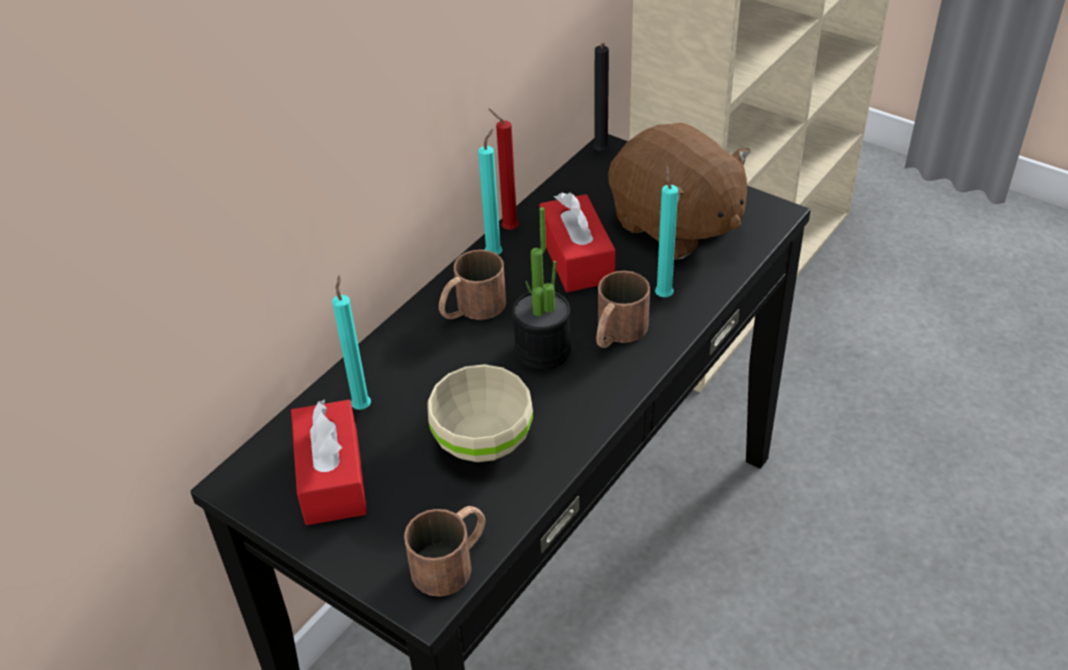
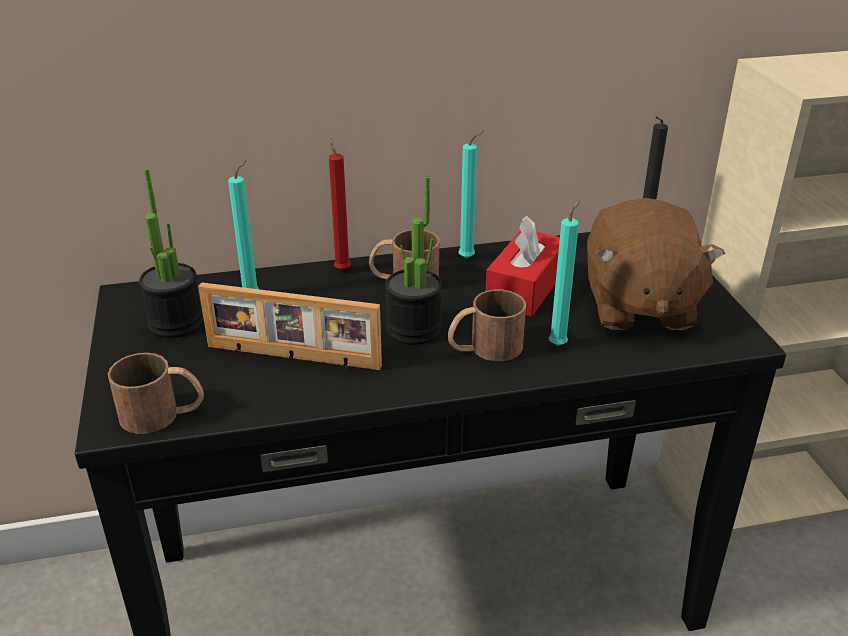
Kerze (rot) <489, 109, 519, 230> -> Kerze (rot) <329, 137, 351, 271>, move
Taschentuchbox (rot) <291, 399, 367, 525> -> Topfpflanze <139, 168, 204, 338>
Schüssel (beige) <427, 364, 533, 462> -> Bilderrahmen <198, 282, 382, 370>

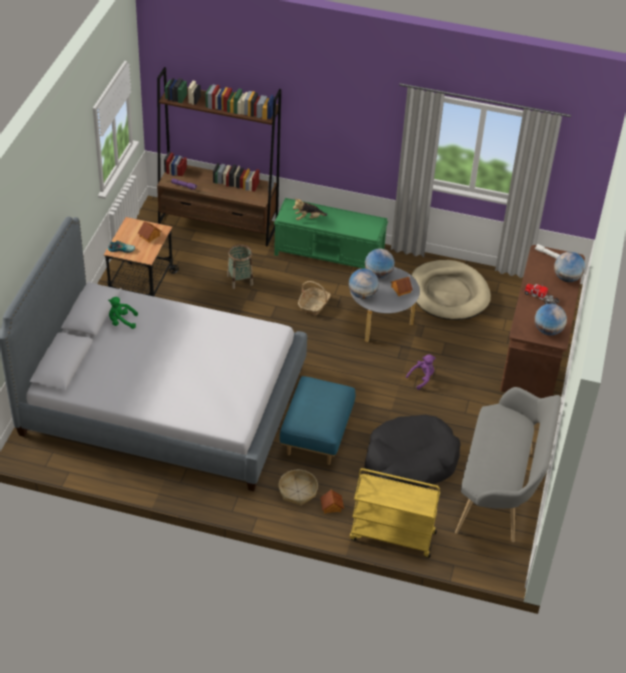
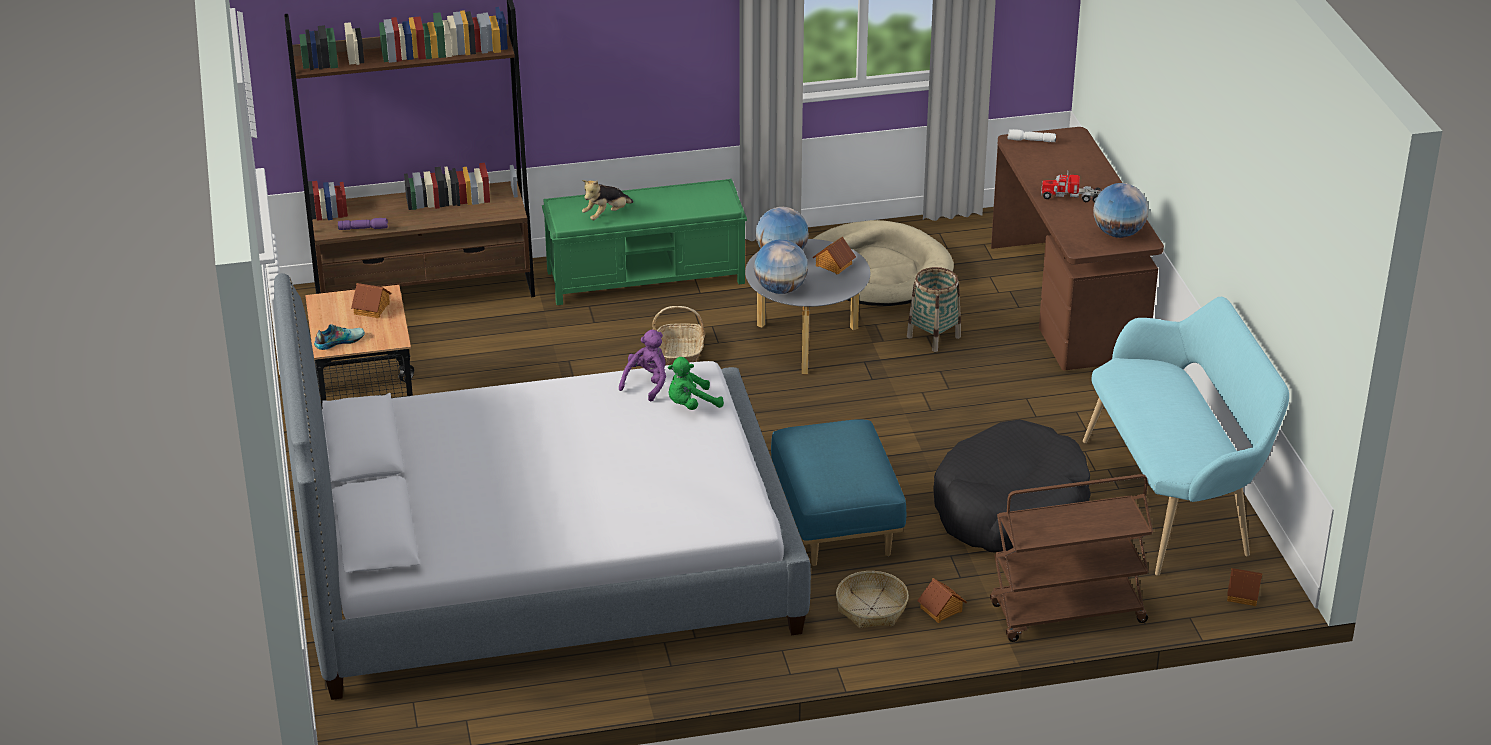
Globus <554, 252, 585, 282> -> none
none -> Spielzeughaus <1227, 568, 1263, 606>
Plüschtier (grün) <108, 297, 138, 329> -> Plüschtier (grün) <668, 357, 724, 410>, move
Korb <227, 244, 253, 289> -> Korb <907, 267, 961, 352>, move
Plüschtier (lila) <406, 354, 436, 390> -> Plüschtier (lila) <619, 330, 666, 401>, move
Rollwagen (gelb) <350, 468, 440, 558> -> Rollwagen (braun) <990, 474, 1153, 642>
Bank (grau) <455, 387, 561, 542> -> Bank (türkis) <1083, 297, 1289, 576>

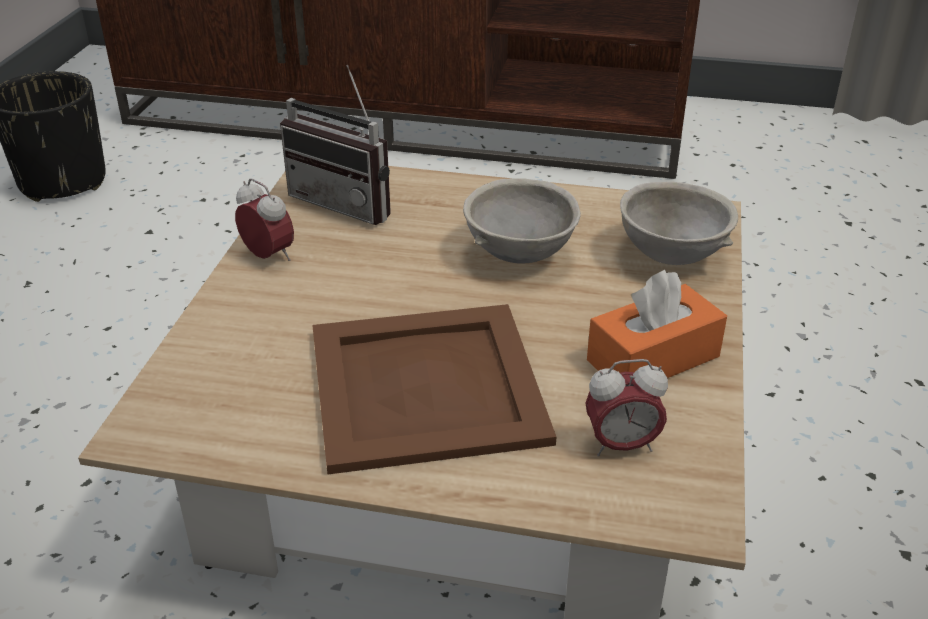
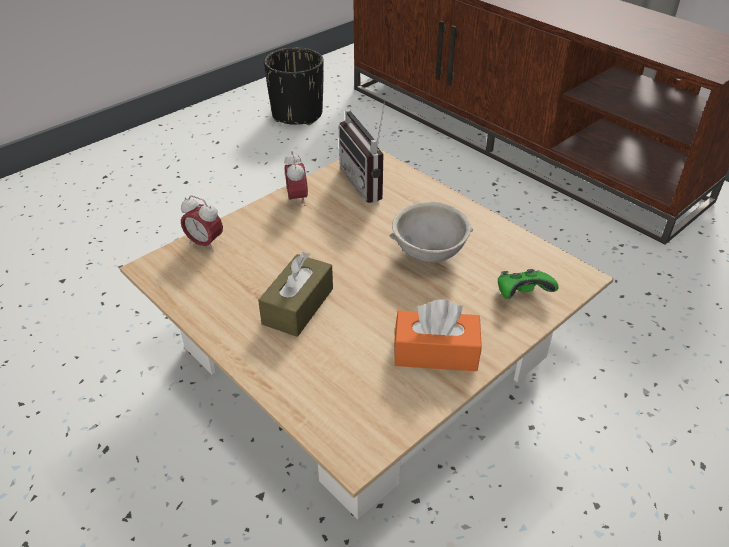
Wecker <585, 359, 668, 457> -> Wecker <181, 196, 223, 252>, move
Tablett (braun) <312, 304, 556, 475> -> Taschentuchbox (braun) <258, 252, 333, 337>
Schüssel (grau) <620, 181, 738, 265> -> Gamepad (grün) <498, 269, 559, 299>

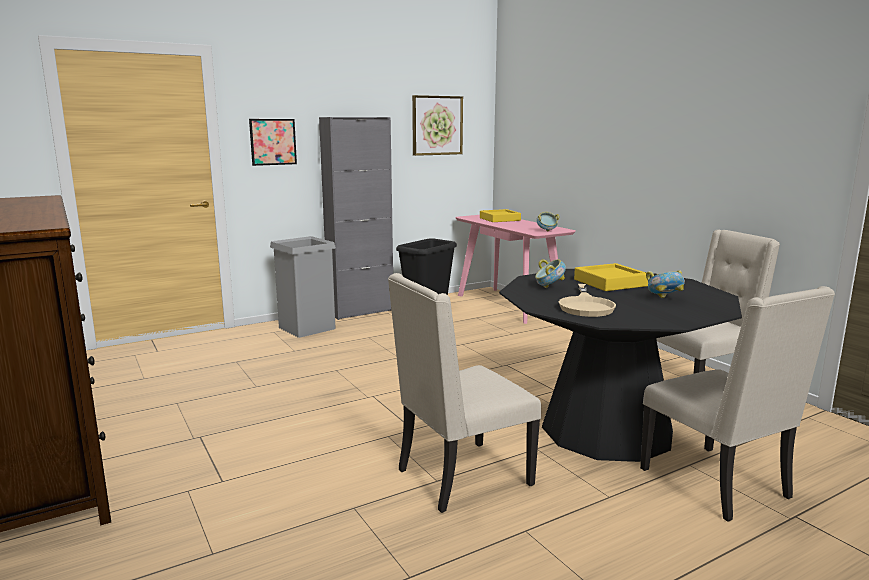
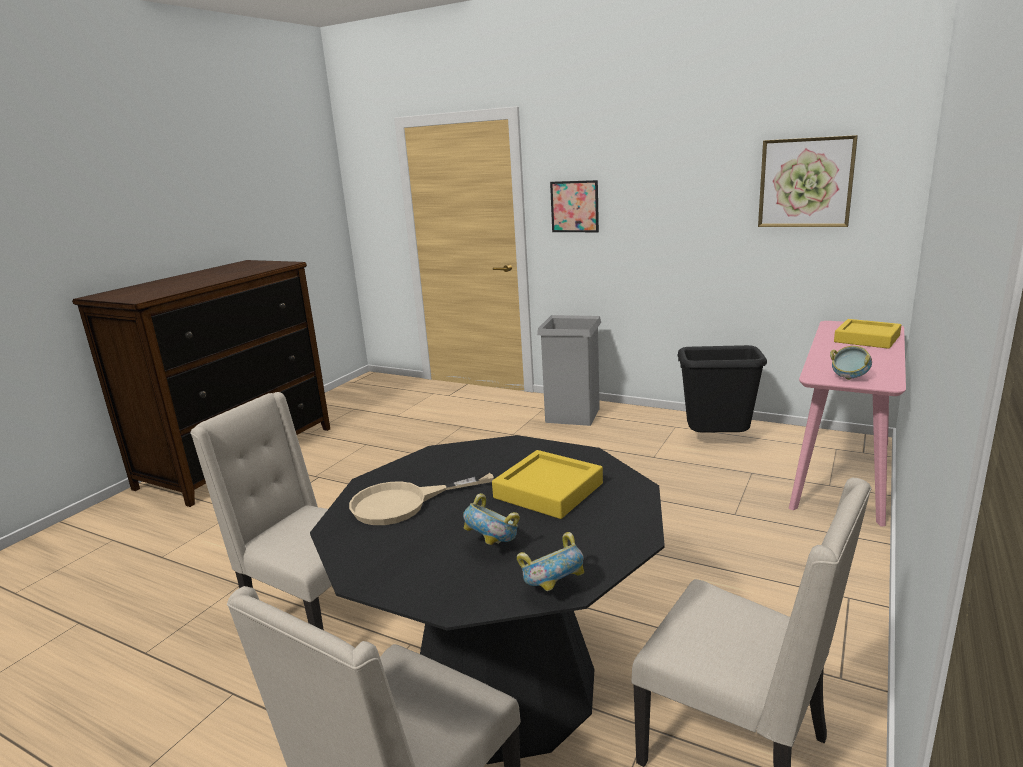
Schrank (grau) <319, 117, 393, 320> -> none
Schüssel <535, 259, 566, 288> -> Schüssel <517, 532, 584, 591>, move

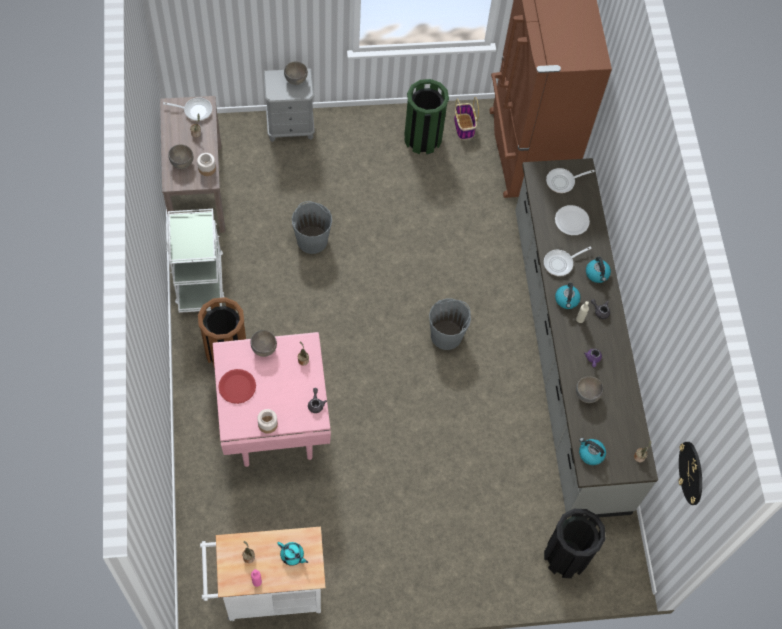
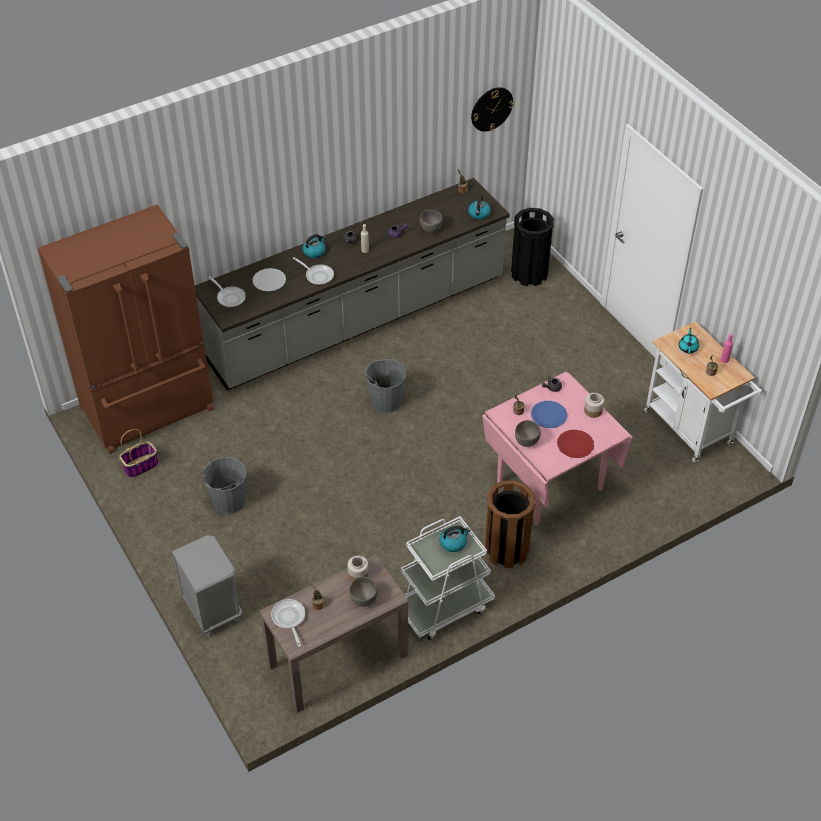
Schüssel (grau) <284, 62, 308, 85> -> none
Mülleimer (grün) <404, 79, 449, 154> -> none
none -> Teller (blau) <531, 401, 567, 428>
Eimer (grau) <292, 201, 332, 254> -> Eimer (grau) <203, 457, 247, 514>, move
Wasserkessel <555, 283, 581, 309> -> Wasserkessel <440, 526, 471, 552>, move

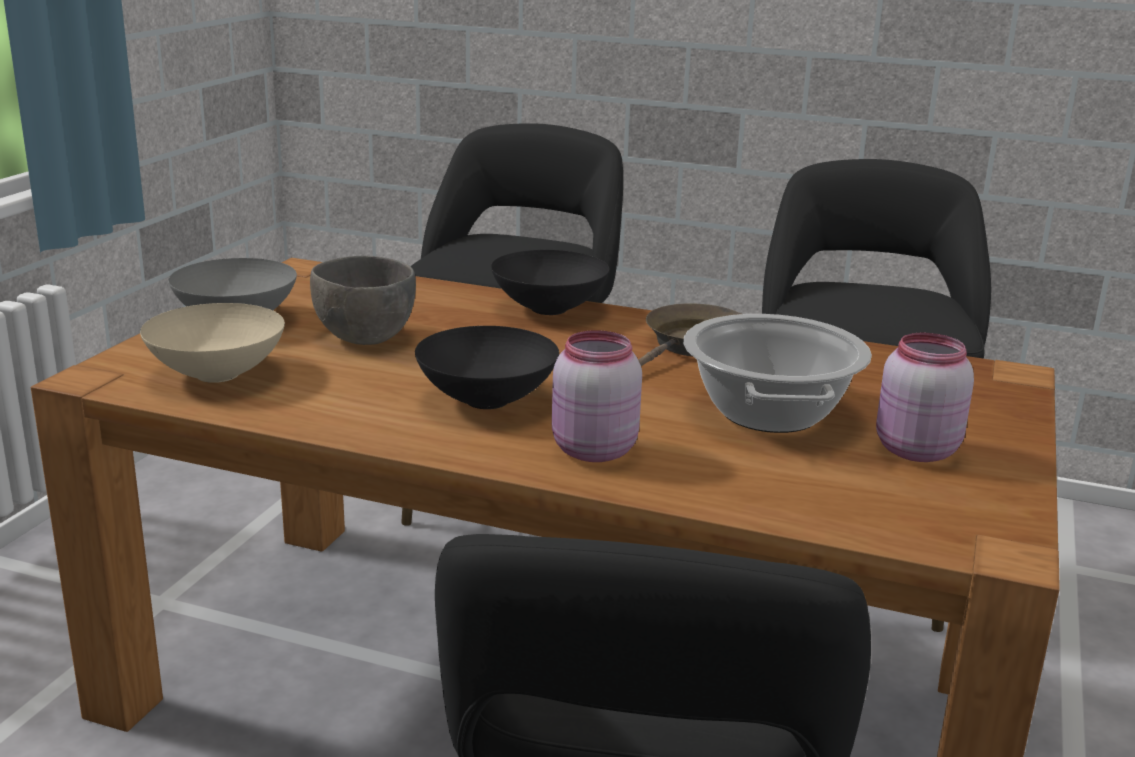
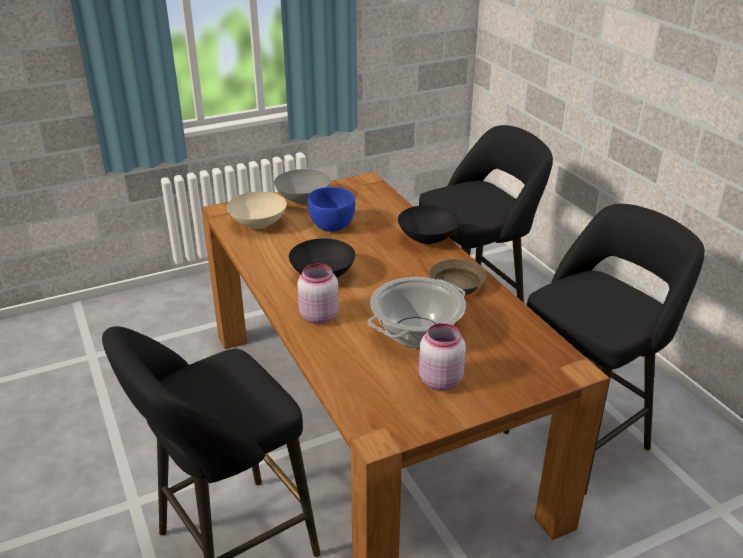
Schüssel (grau) <310, 256, 416, 345> -> Schüssel (blau) <308, 187, 355, 232>

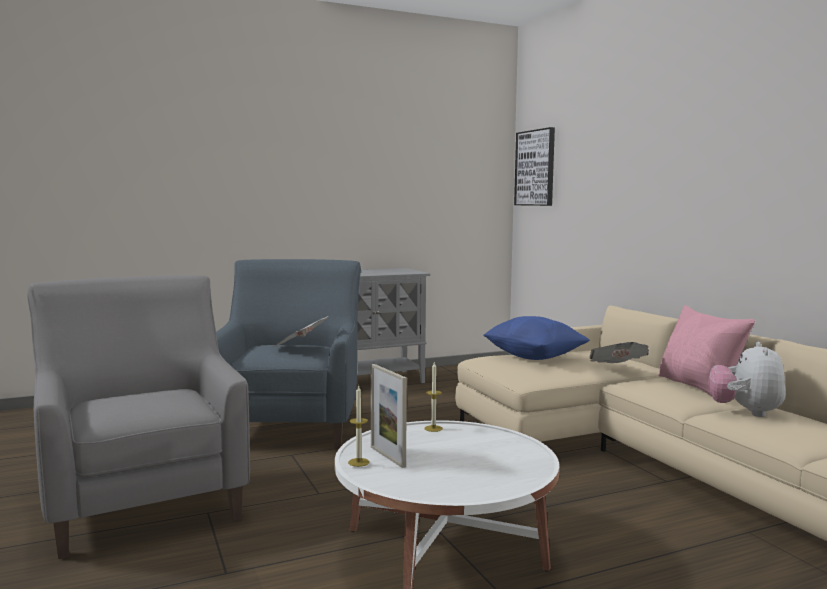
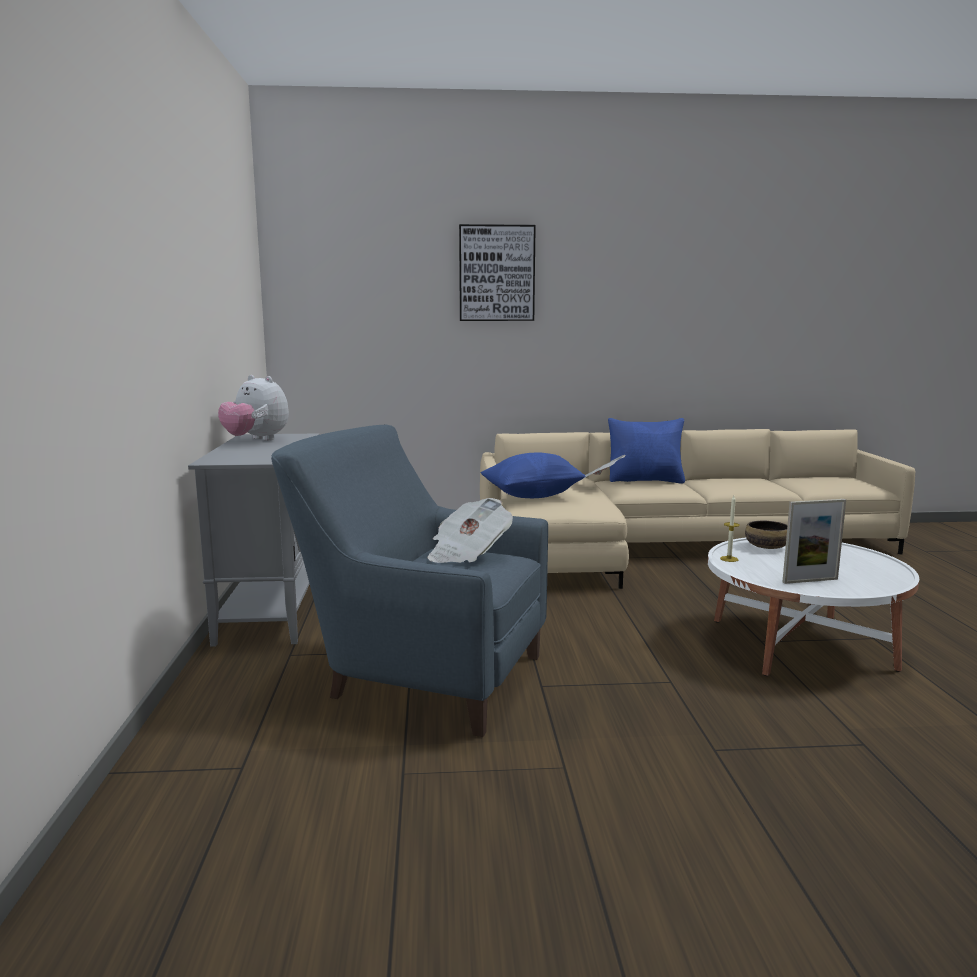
Sessel (grau) <27, 275, 250, 559> -> none
Kerze <348, 385, 369, 467> -> none
none -> Schüssel <745, 521, 787, 549>
Bild <514, 127, 555, 206> -> Bild <459, 224, 536, 321>, move
Plüschtier <708, 342, 786, 417> -> Plüschtier <218, 375, 289, 441>, move
Kissen (rosa) <659, 305, 755, 396> -> Kissen (blau) <608, 418, 685, 484>

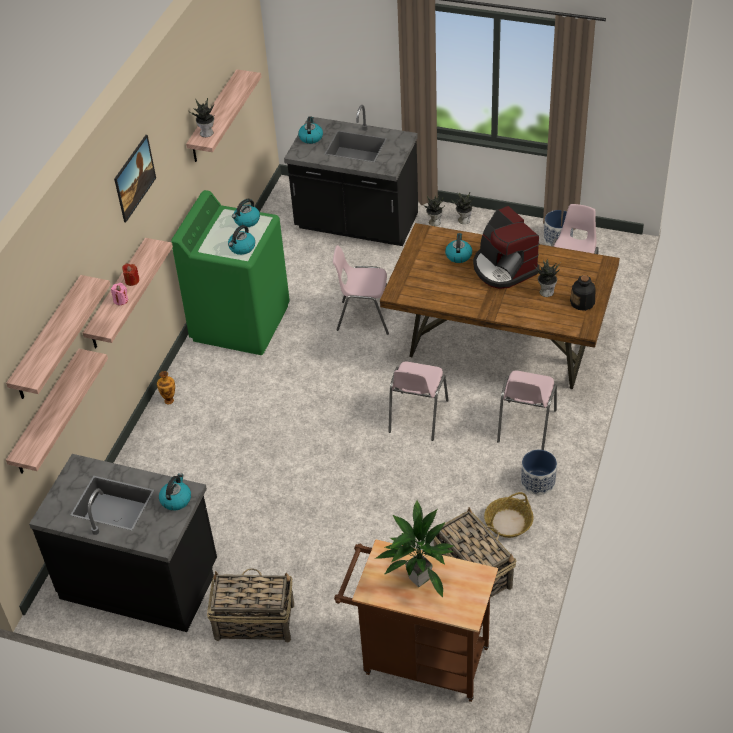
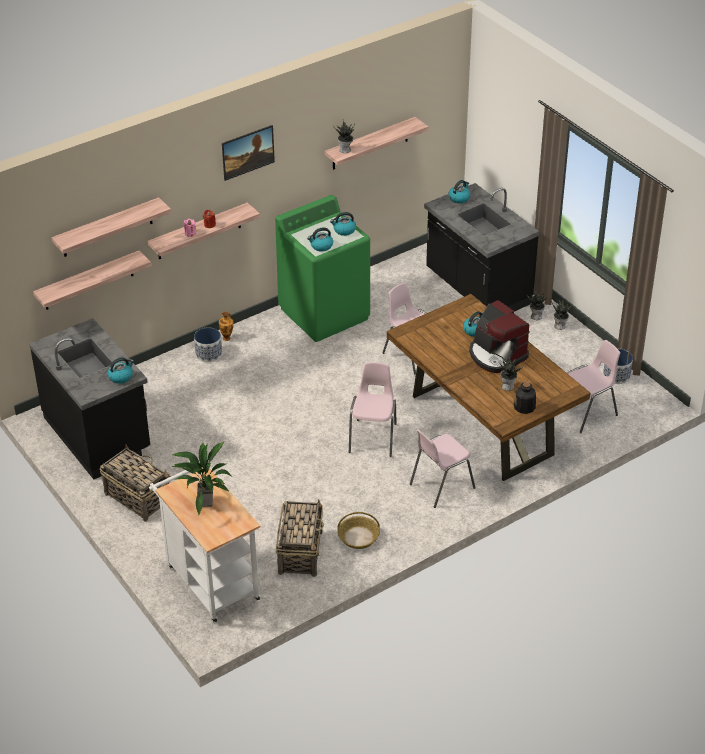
Pflanzkübel <521, 450, 557, 495> -> Pflanzkübel <194, 327, 222, 362>, move
Rollwagen (braun) <334, 540, 498, 702> -> Rollwagen (weiß) <149, 468, 261, 623>
Stuhl (rosa) <388, 362, 449, 441> -> Stuhl (rosa) <349, 362, 397, 457>, 135 degrees clockwise
Kaffeemaschine <473, 206, 540, 289> -> Kaffeemaschine <469, 300, 530, 373>, 45 degrees counterclockwise

